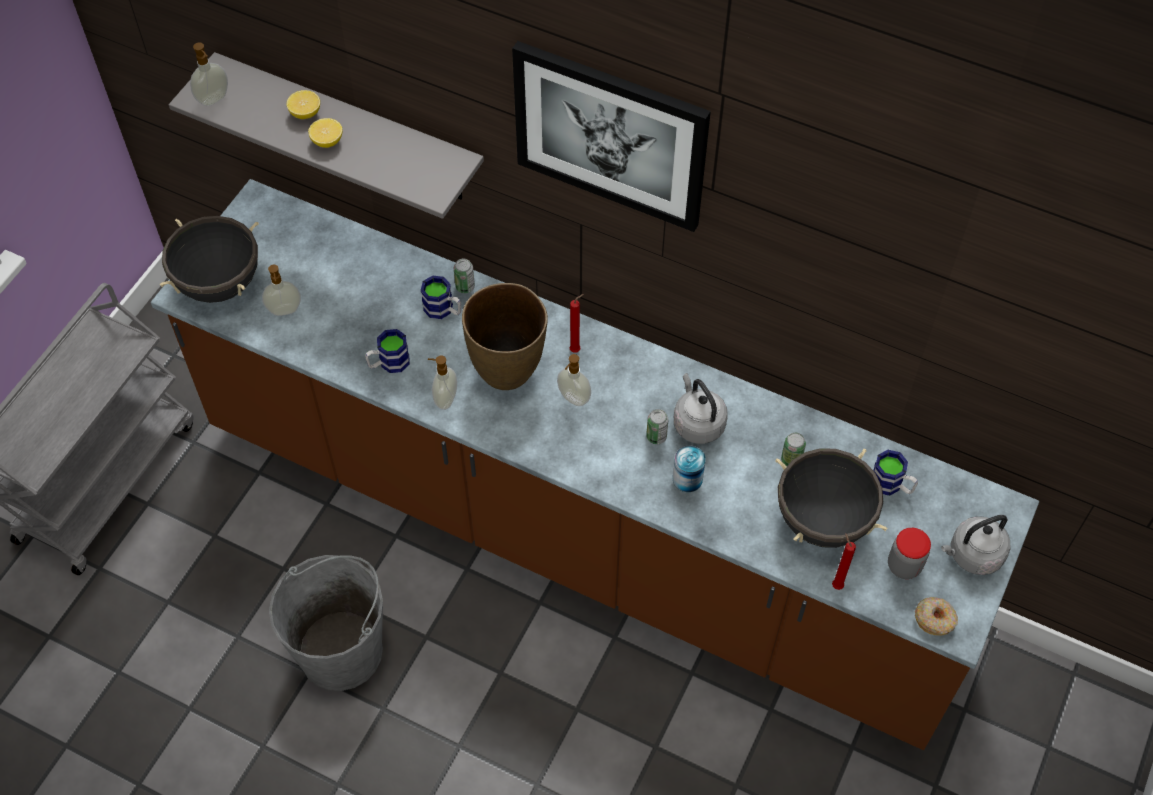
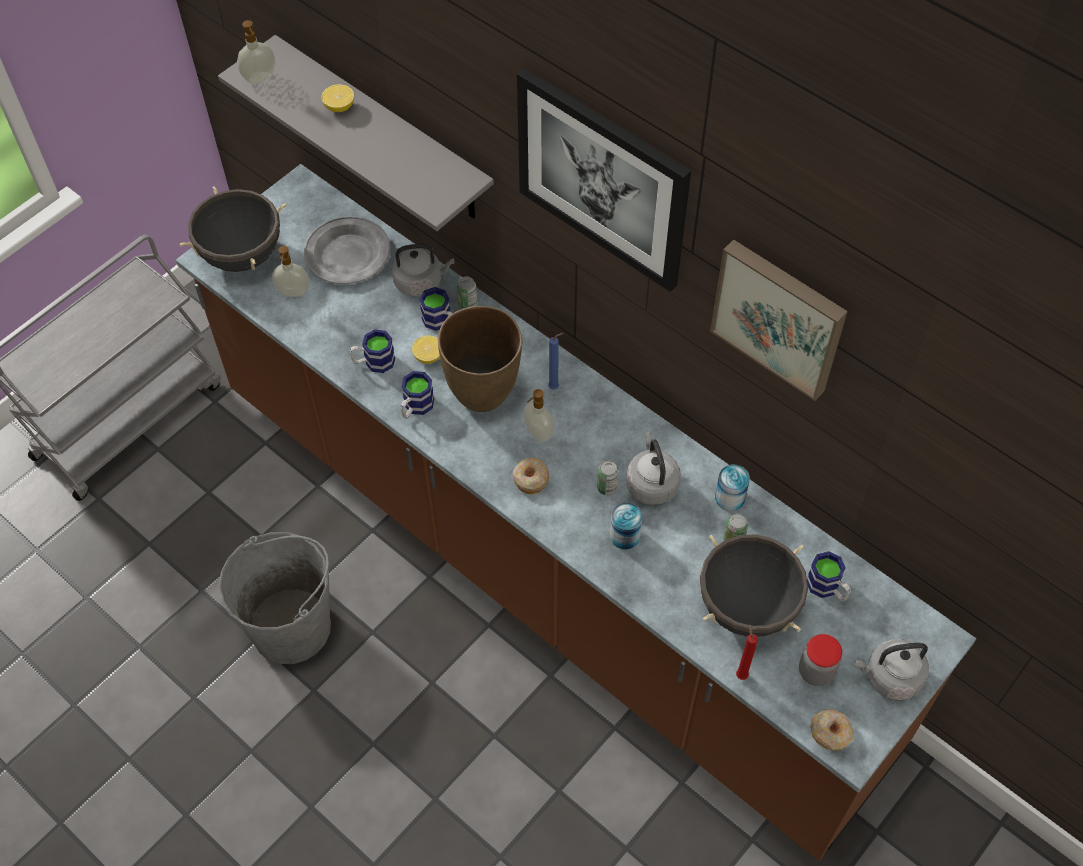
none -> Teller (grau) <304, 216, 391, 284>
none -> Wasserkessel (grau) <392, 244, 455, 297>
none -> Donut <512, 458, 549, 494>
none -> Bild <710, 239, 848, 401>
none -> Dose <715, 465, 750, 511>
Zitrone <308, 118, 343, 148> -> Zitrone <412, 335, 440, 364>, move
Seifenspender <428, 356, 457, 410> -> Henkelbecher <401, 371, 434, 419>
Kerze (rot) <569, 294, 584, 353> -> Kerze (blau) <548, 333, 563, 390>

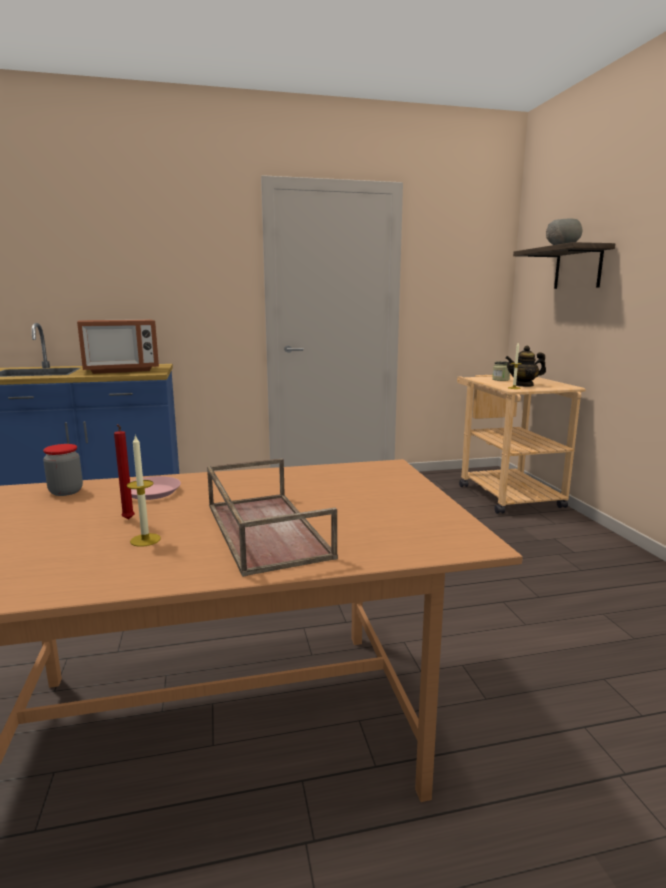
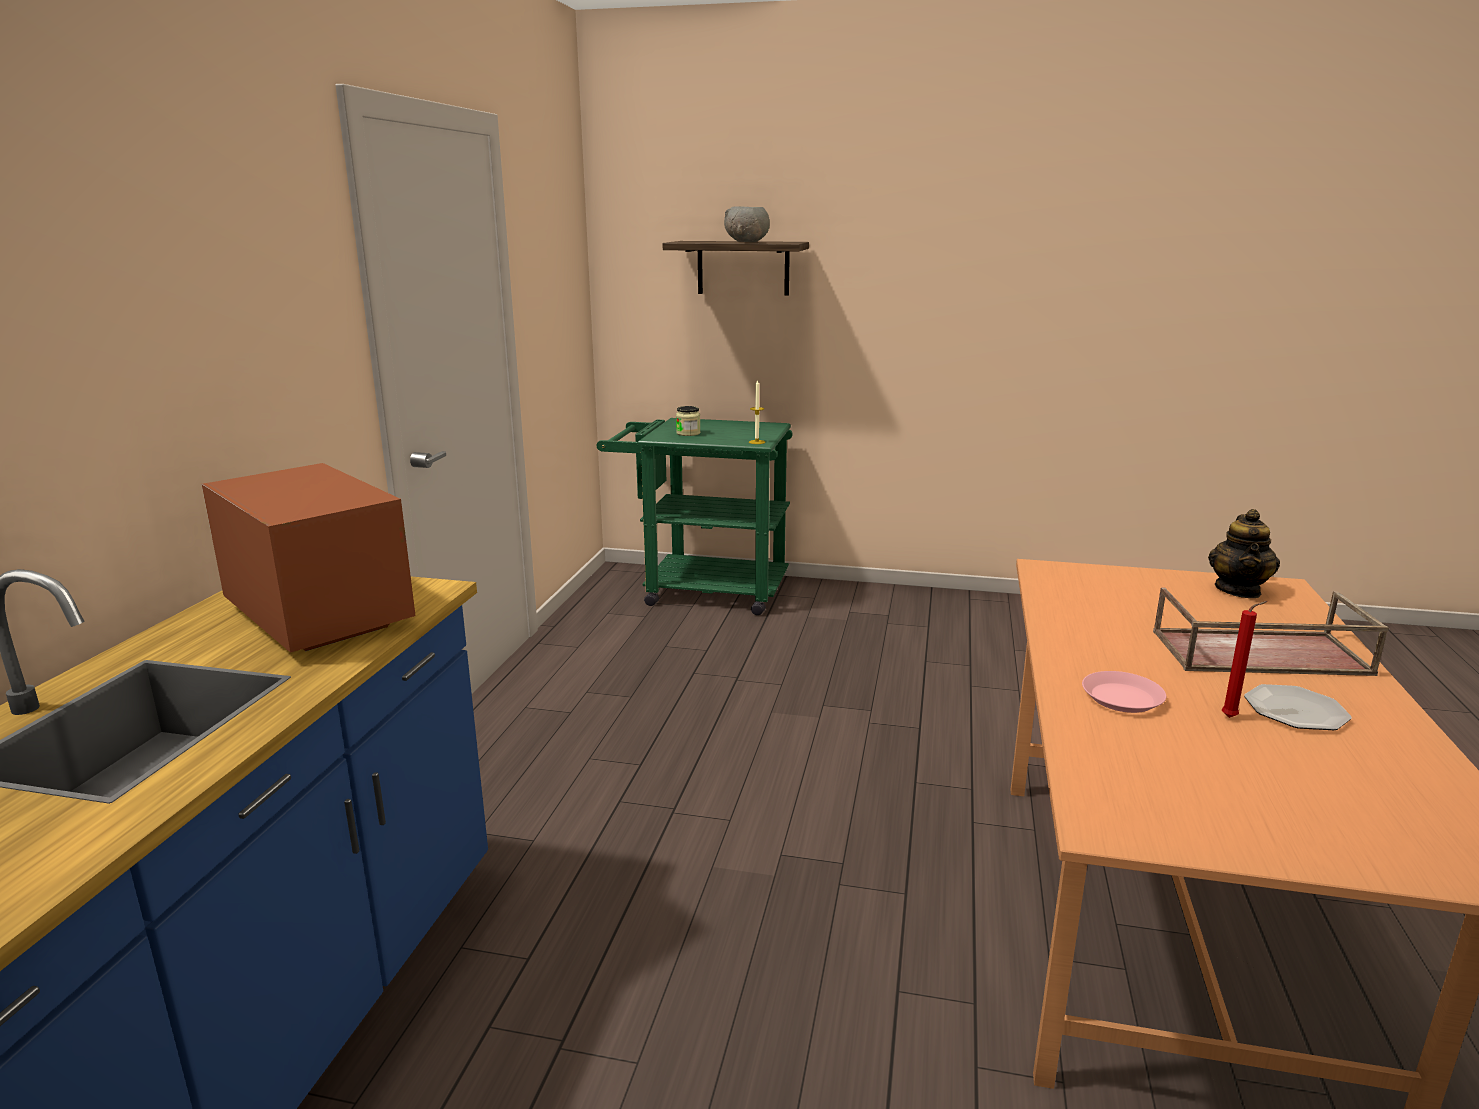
Vorratsglas <43, 444, 83, 496> -> none
Teekanne <505, 346, 546, 387> -> Teekanne <1208, 509, 1280, 598>, move
Kerze <127, 434, 161, 547> -> Teller <1244, 684, 1352, 730>
Rollwagen (beige) <457, 374, 586, 514> -> Rollwagen (grün) <597, 418, 792, 615>
Mikrowelle <77, 319, 159, 374> -> Mikrowelle <202, 463, 416, 653>, 45 degrees counterclockwise

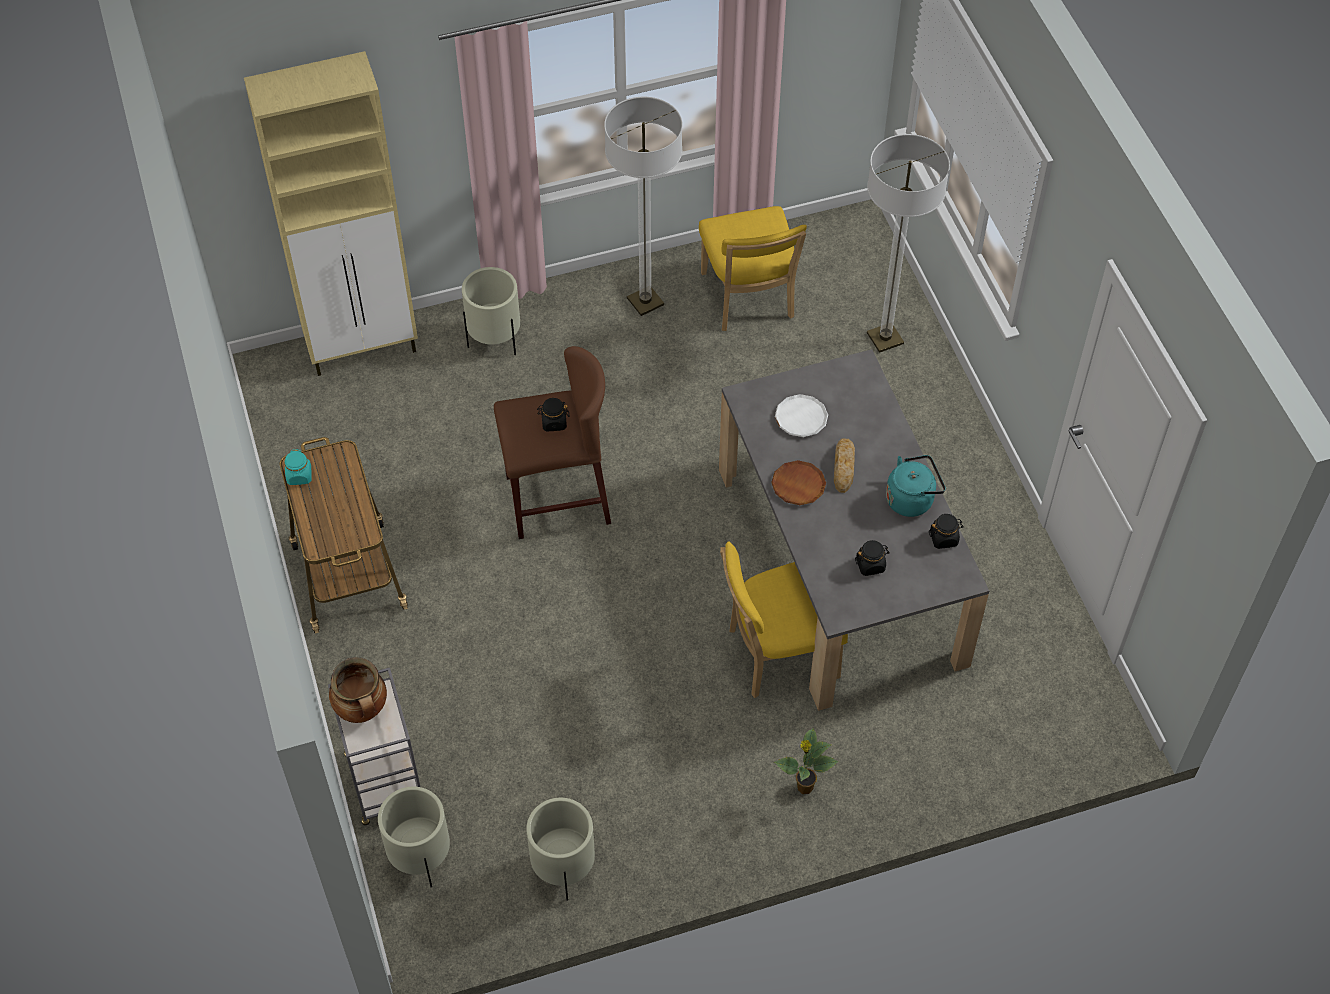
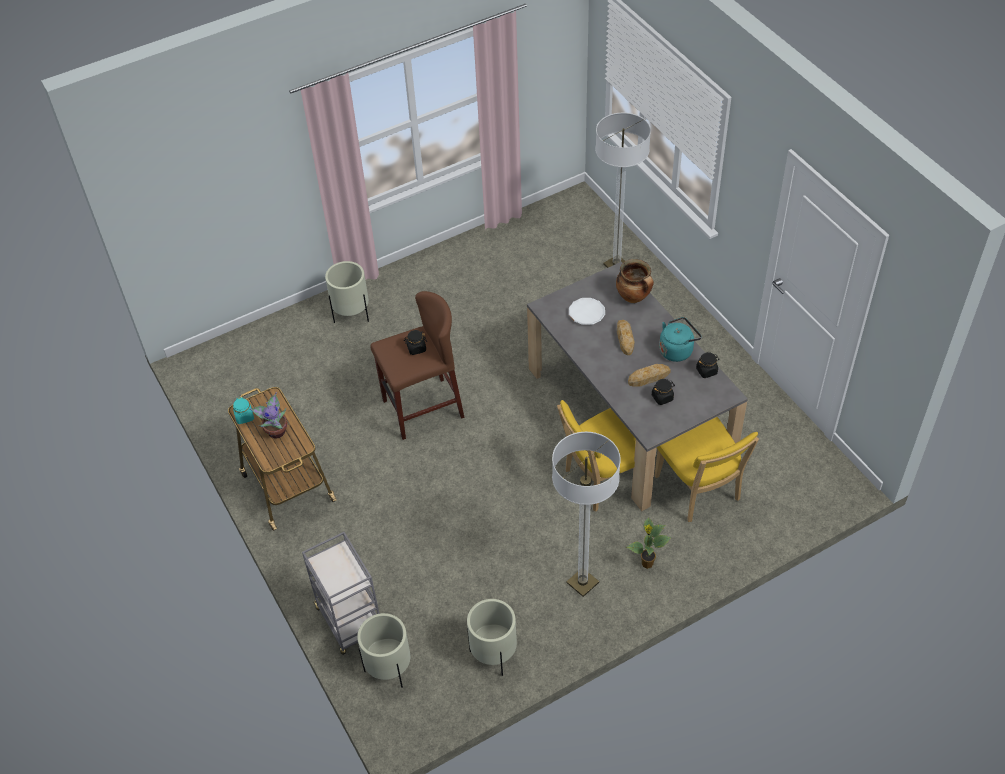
Schrank (beige) <244, 51, 418, 376> -> none
Teller (braun) <771, 460, 826, 505> -> none
none -> Topfpflanze <250, 392, 288, 439>
none -> Brot <628, 364, 671, 386>
Kochtopf <329, 657, 387, 723> -> Kochtopf <616, 259, 654, 303>, move
Stehlampe <604, 97, 682, 316> -> Stehlampe <552, 432, 621, 597>, move
Stuhl (gelb) <699, 206, 807, 331> -> Stuhl (gelb) <654, 417, 759, 522>, move

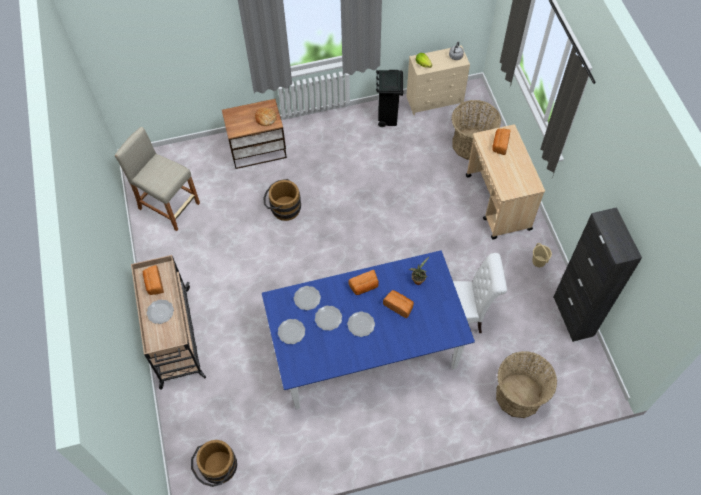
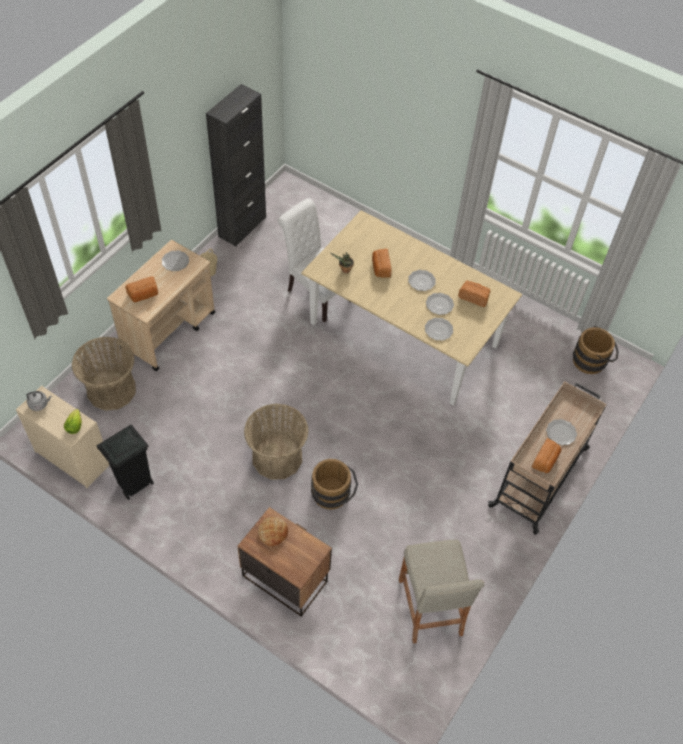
Teller <278, 319, 305, 344> -> Teller <162, 250, 189, 271>, move
Brot <348, 270, 379, 295> -> Brot <458, 280, 491, 307>, move
Korb <496, 351, 557, 418> -> Korb <244, 404, 309, 480>, move
Esstisch (blau) <262, 250, 475, 409> -> Esstisch (beige) <301, 210, 522, 405>

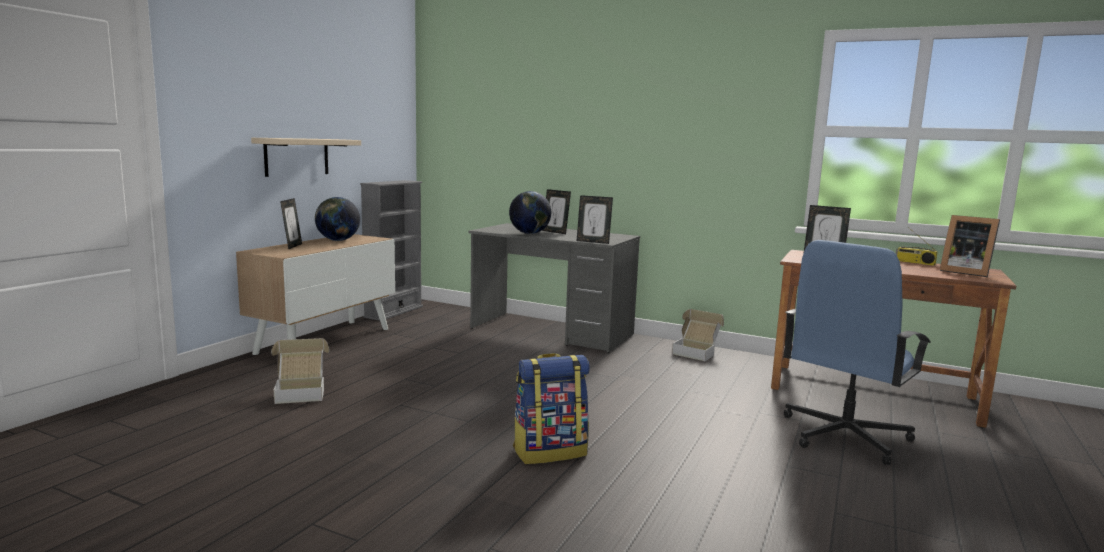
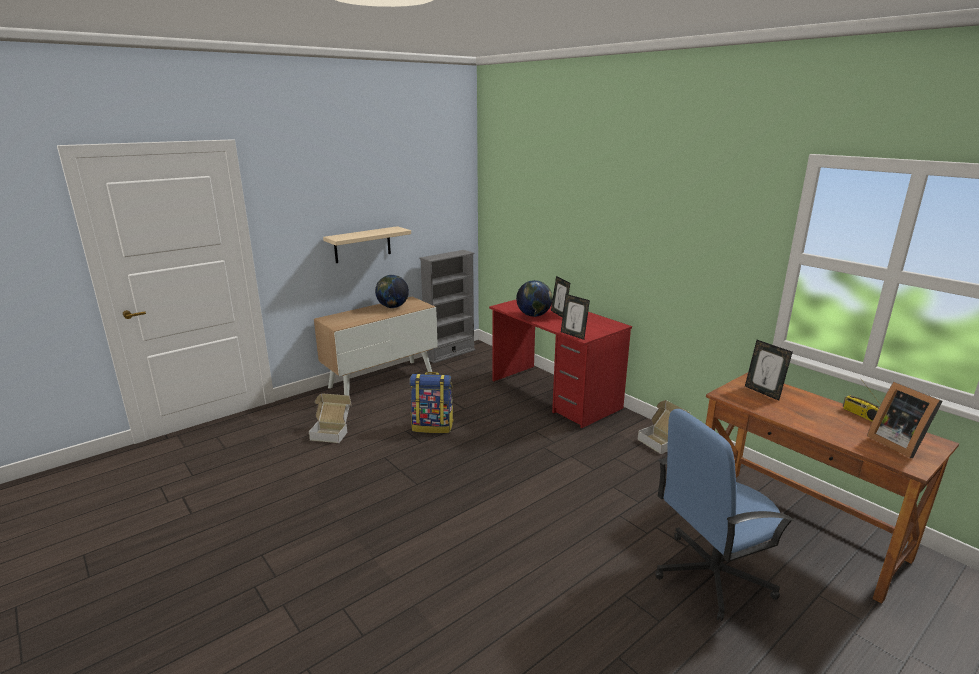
Bilderrahmen <280, 198, 302, 249> -> none
Rucksack <513, 353, 590, 464> -> Rucksack <409, 372, 454, 433>, move
Schreibtisch (grau) <468, 223, 640, 353> -> Schreibtisch (rot) <489, 300, 632, 428>

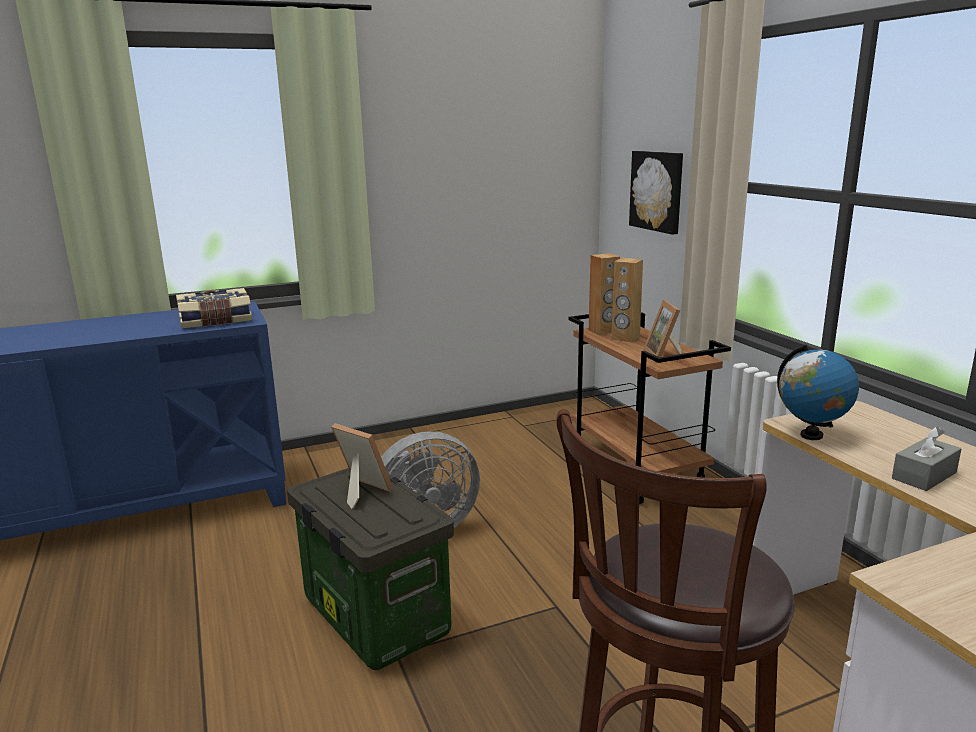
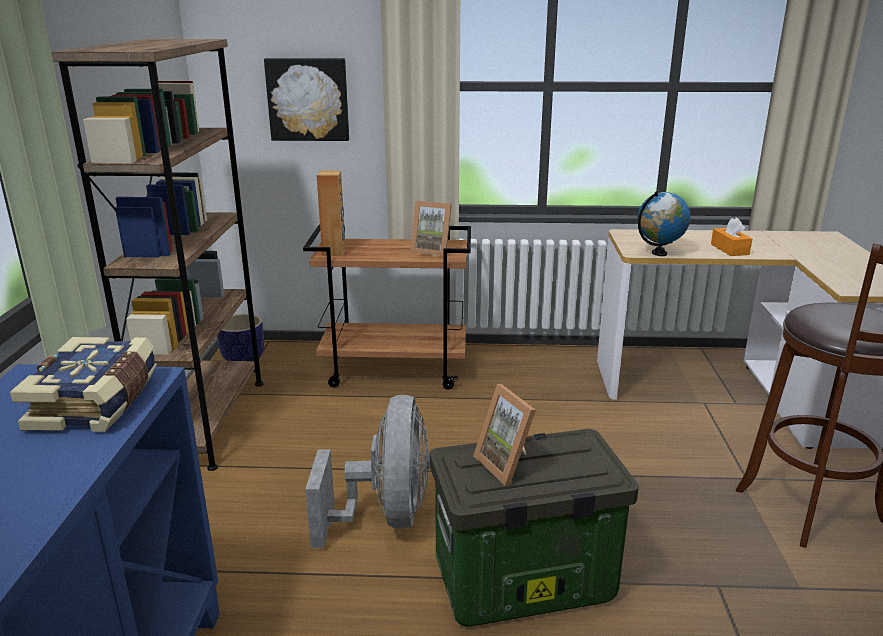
Lautsprecher (braun) <611, 258, 643, 343> -> none
none -> Bücherregal (braun) <51, 39, 263, 471>
none -> Pflanzkübel <217, 314, 264, 361>
Taschentuchbox (grau) <892, 426, 961, 491> -> Taschentuchbox (orange) <711, 217, 752, 256>
Bilderrahmen <331, 424, 393, 509> -> Bilderrahmen <473, 384, 536, 486>, 90 degrees counterclockwise

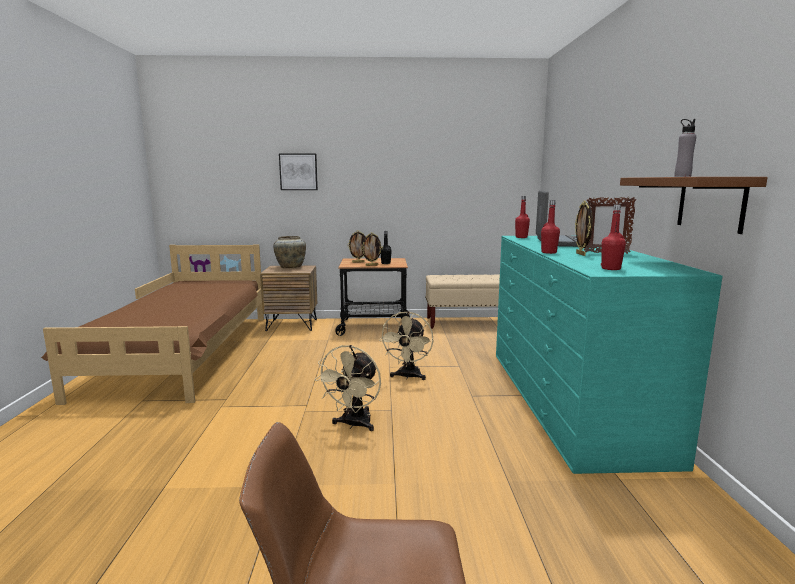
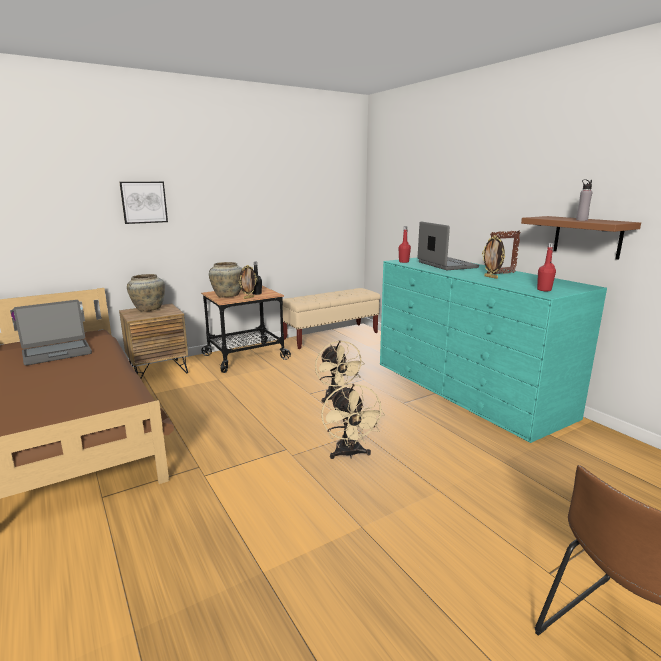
Flasche (rot) <541, 200, 560, 254> -> none
none -> Laptop <13, 300, 92, 366>
Bilderrahmen <348, 231, 365, 263> -> Vase (beige) <209, 262, 242, 298>

